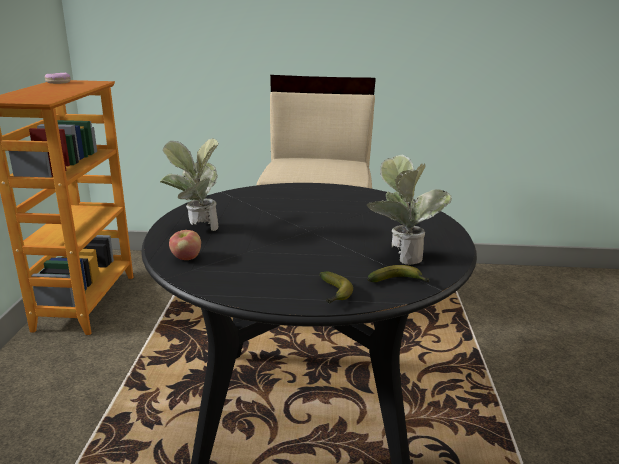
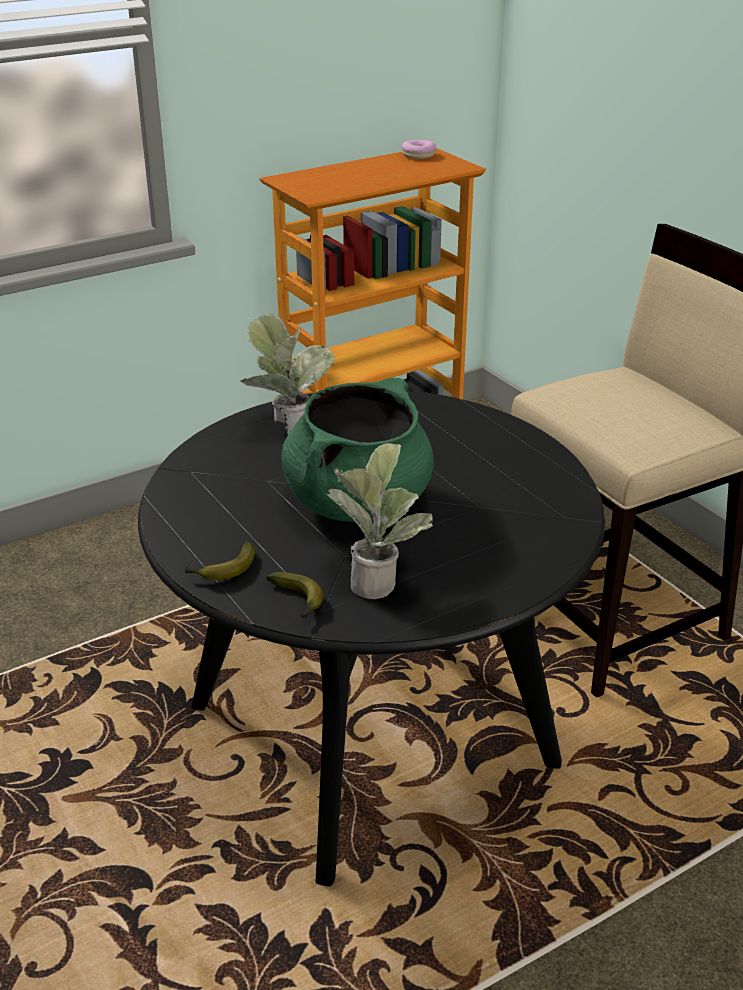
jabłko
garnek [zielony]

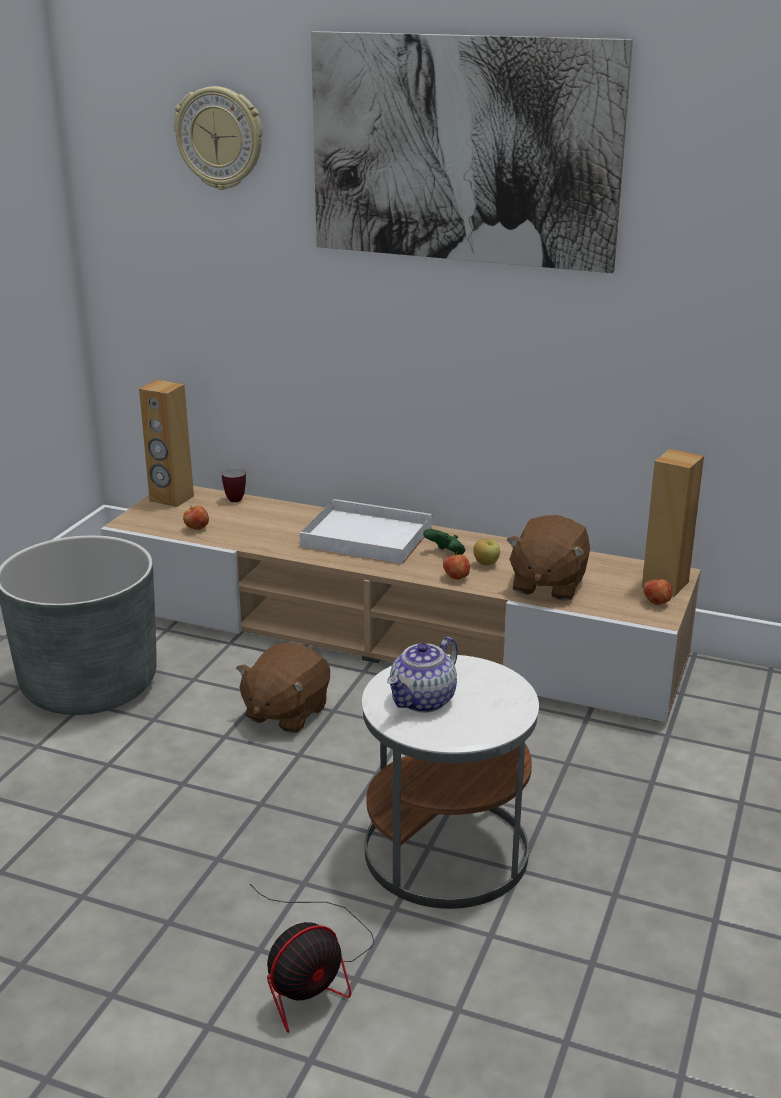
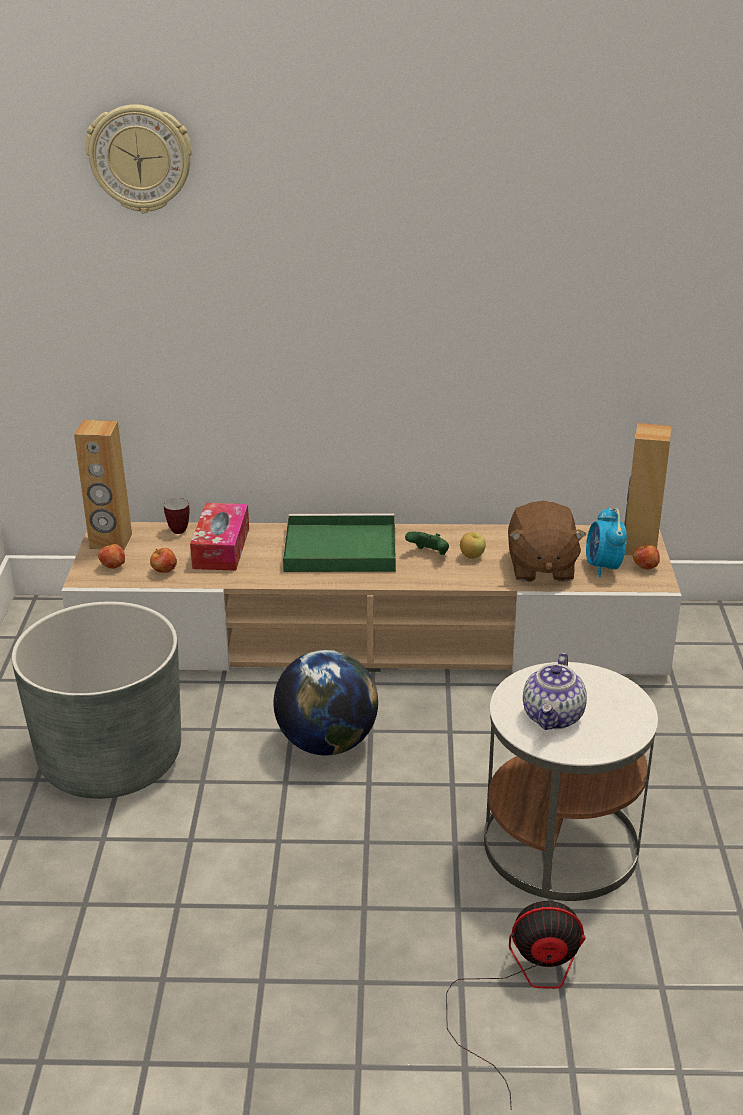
obraz
pudełko chusteczek
budzik
jabłko (no. 1 from left)
globus
taca [zielony]
wentylator

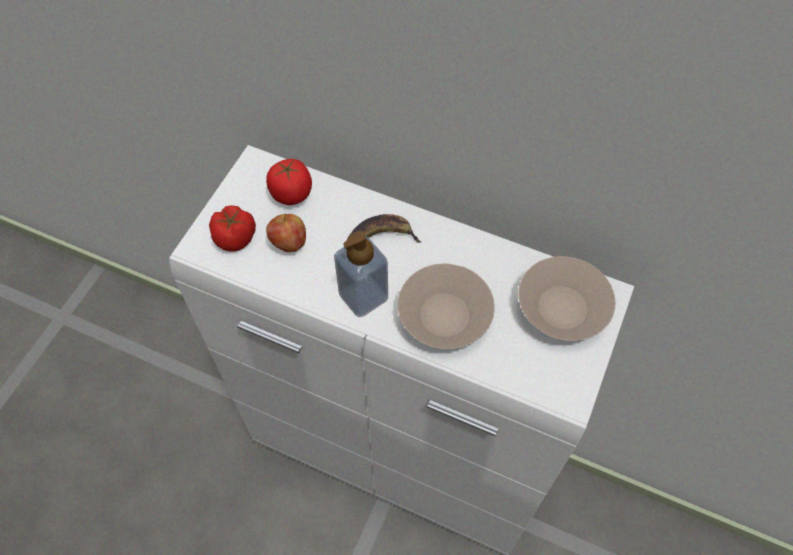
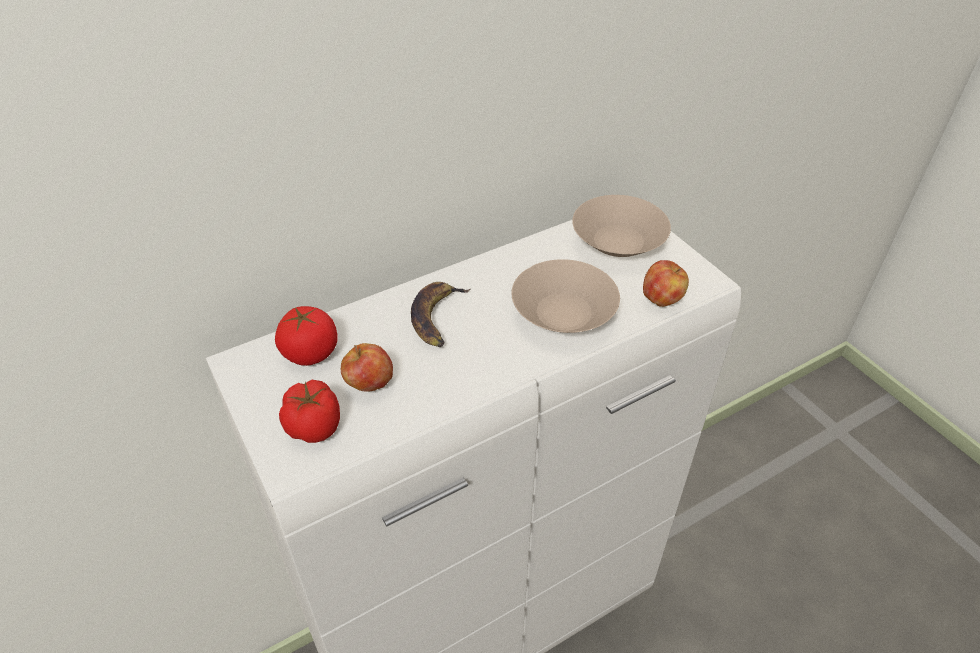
dozownik mydła
jabłko (no. 2 from left)

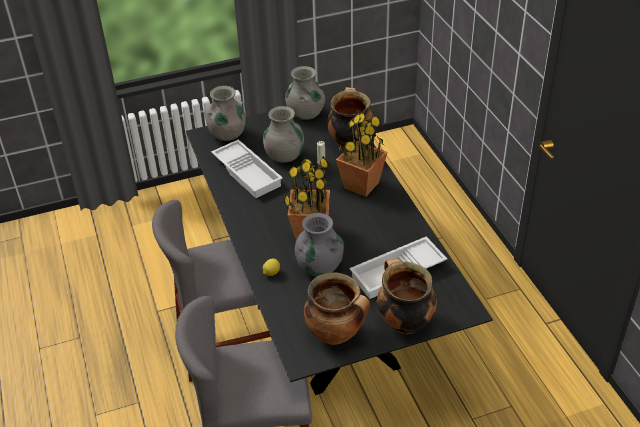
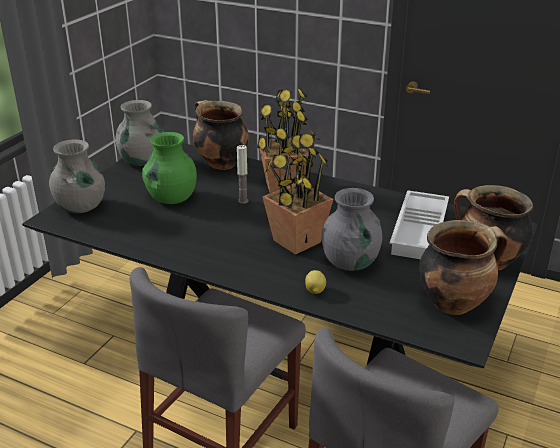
taca [biały] (no. 1 from left in the first image)
wazon [zielony]

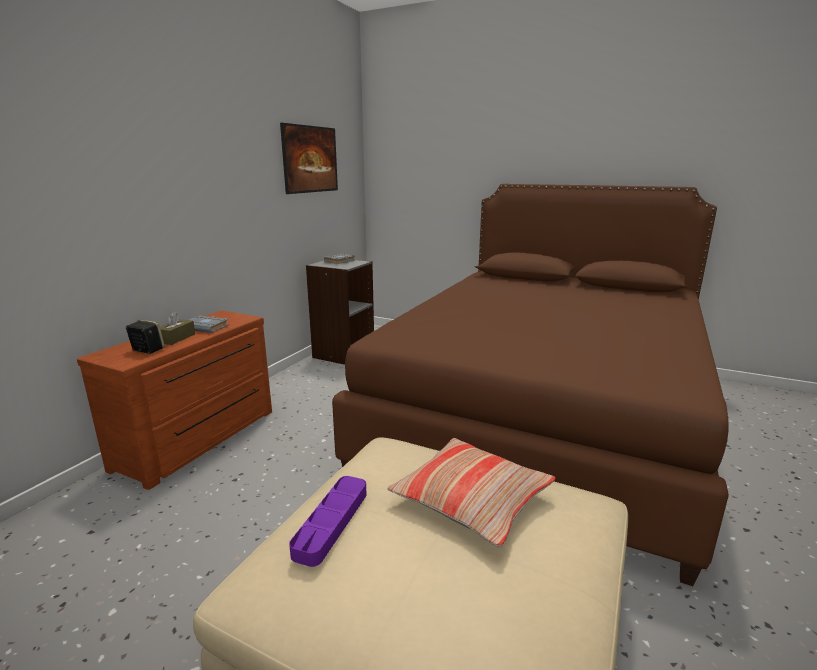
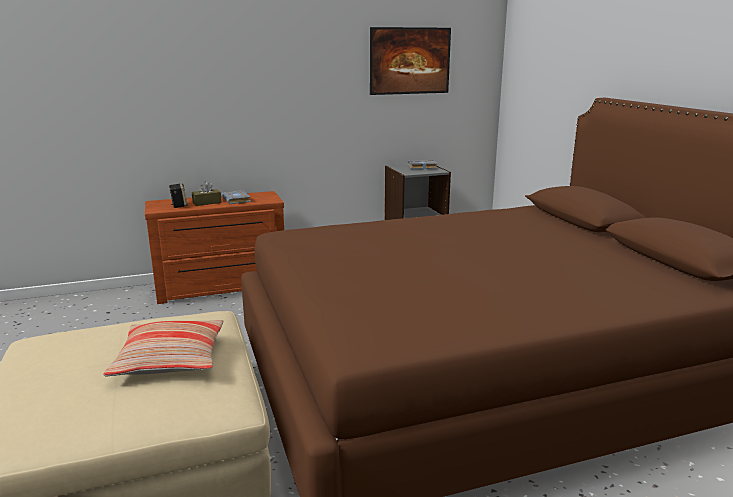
taca [fioletowy]

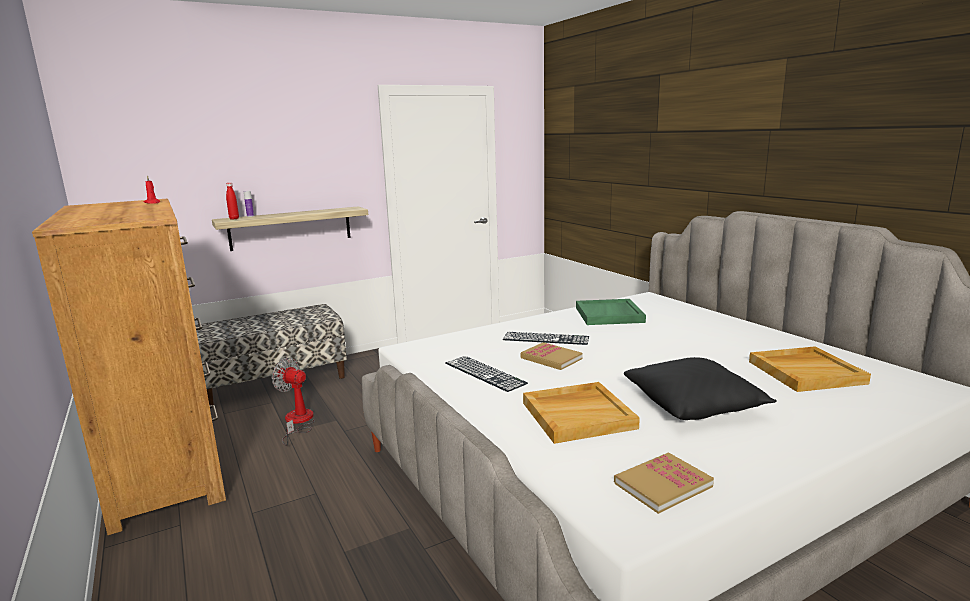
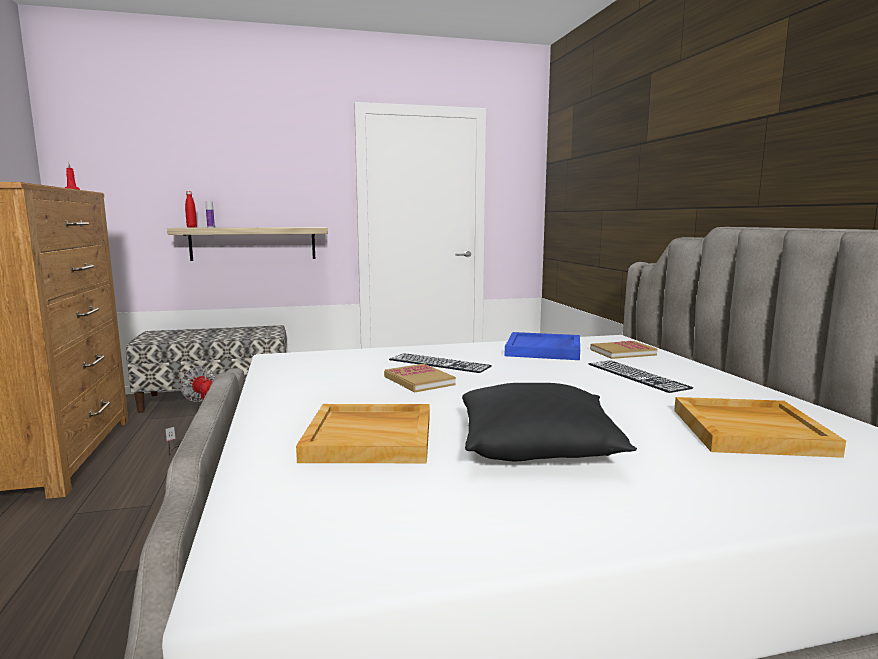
klawiatura (no. 2 from left)
książka (no. 2 from left)
taca [niebieski]

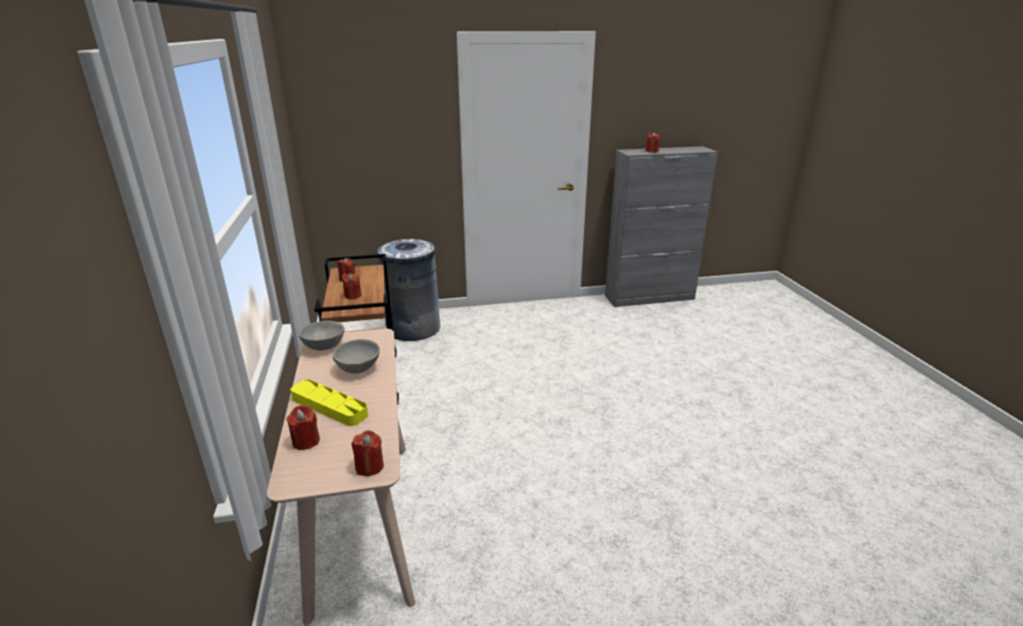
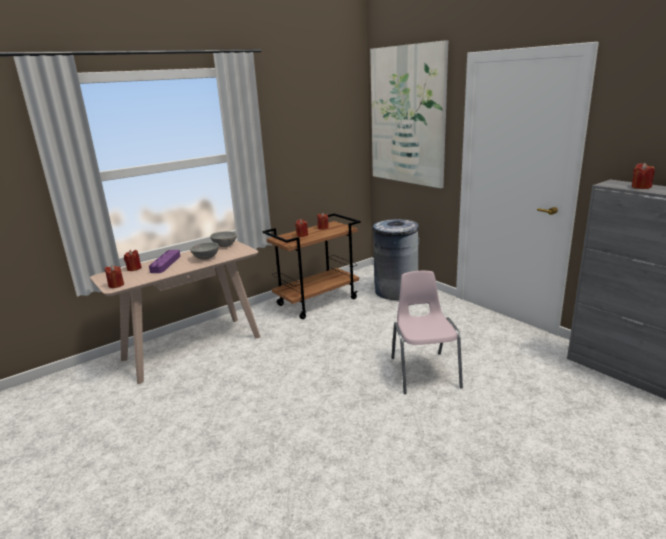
obraz
krzesło [różowy]
taca [fioletowy]

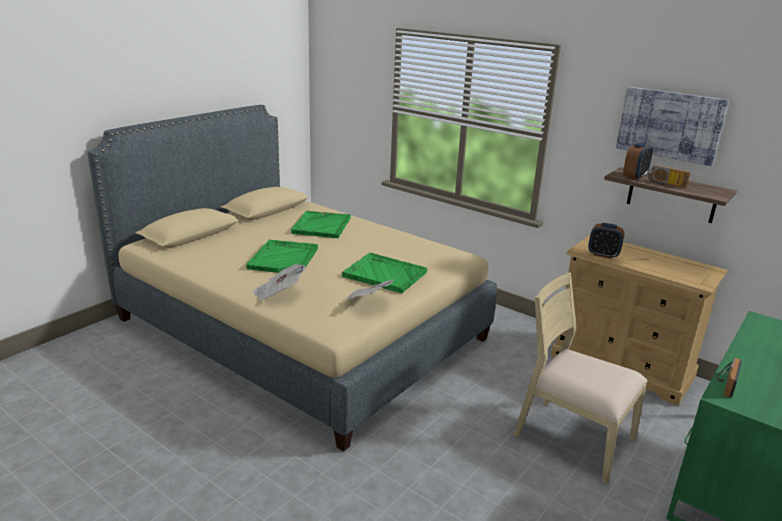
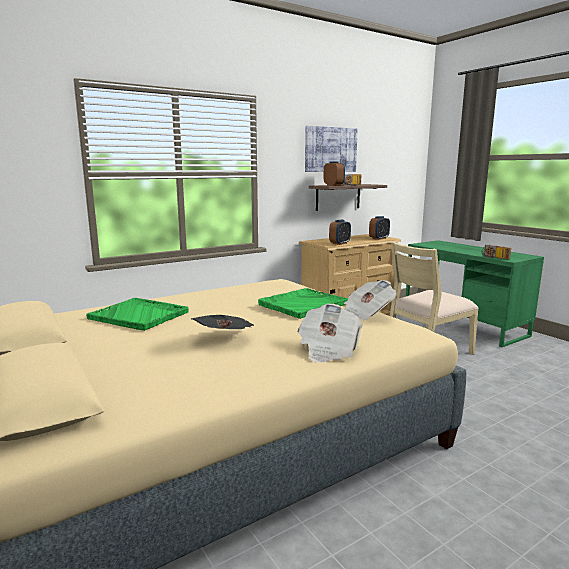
budzik (no. 3 from left)
gazeta (no. 1 from left)

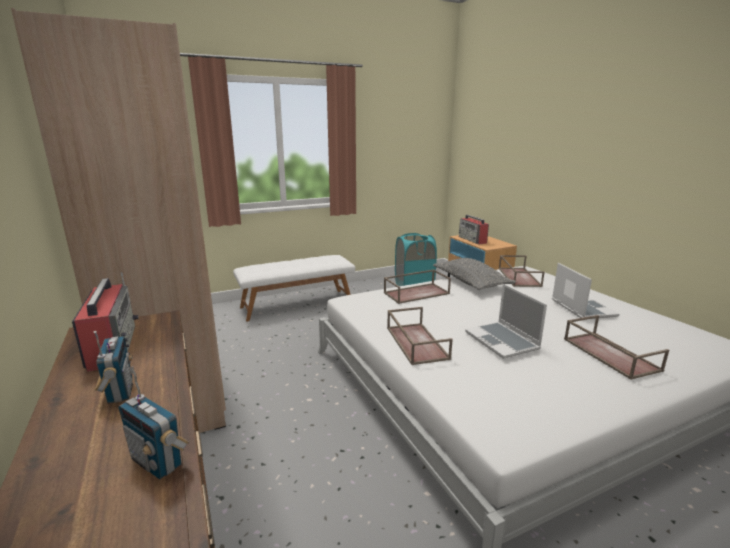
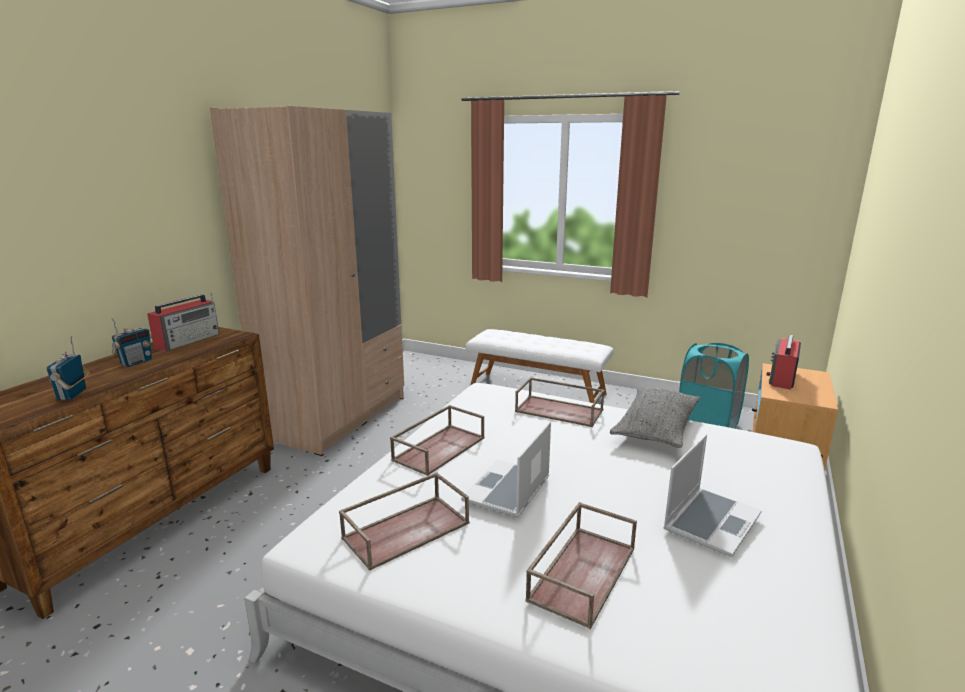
taca [brązowy] (no. 1 from left)

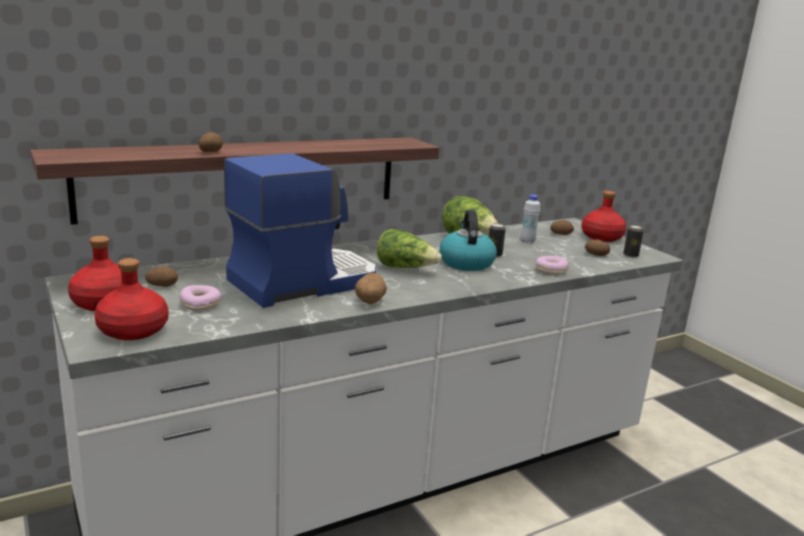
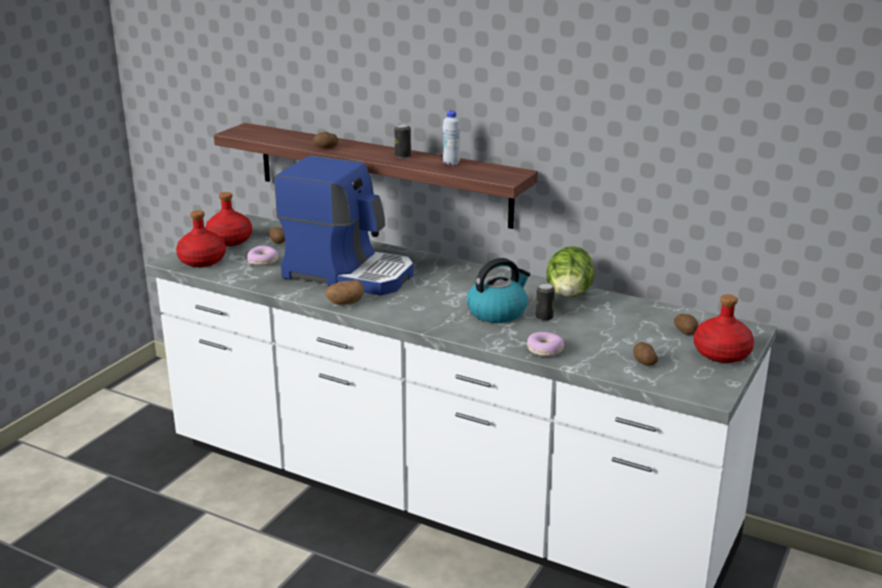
sałata (no. 1 from left in the first image)
butelka [biały]
puszka (no. 1 from left)

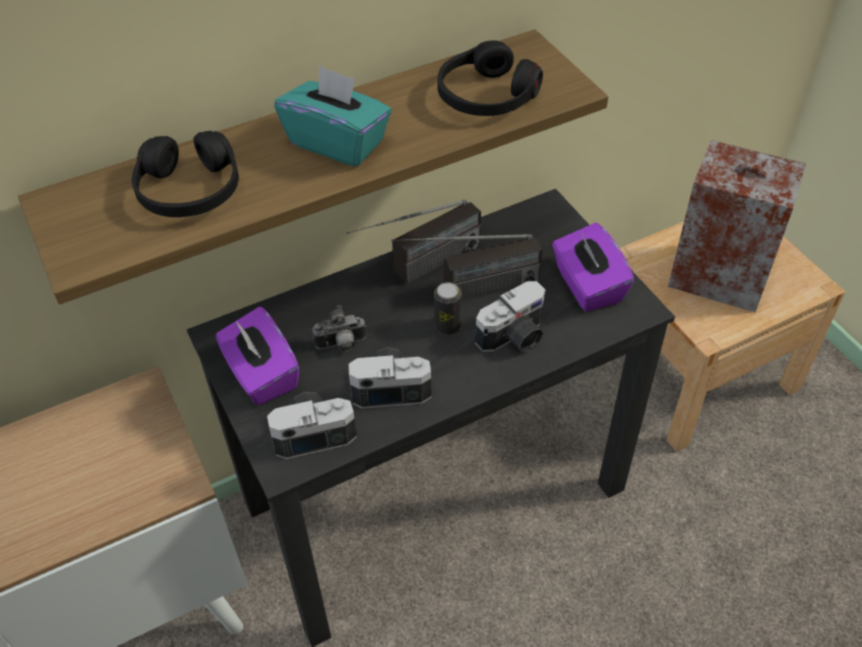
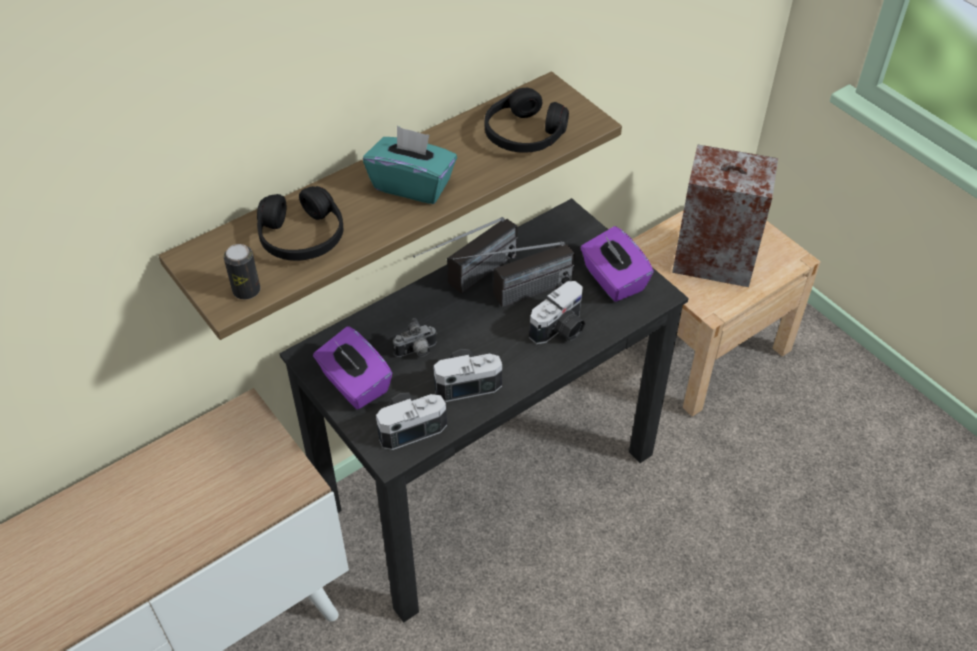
puszka

